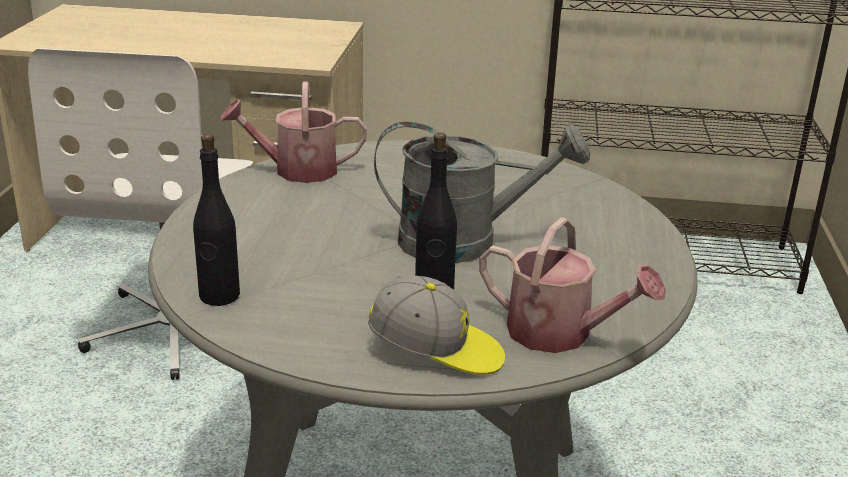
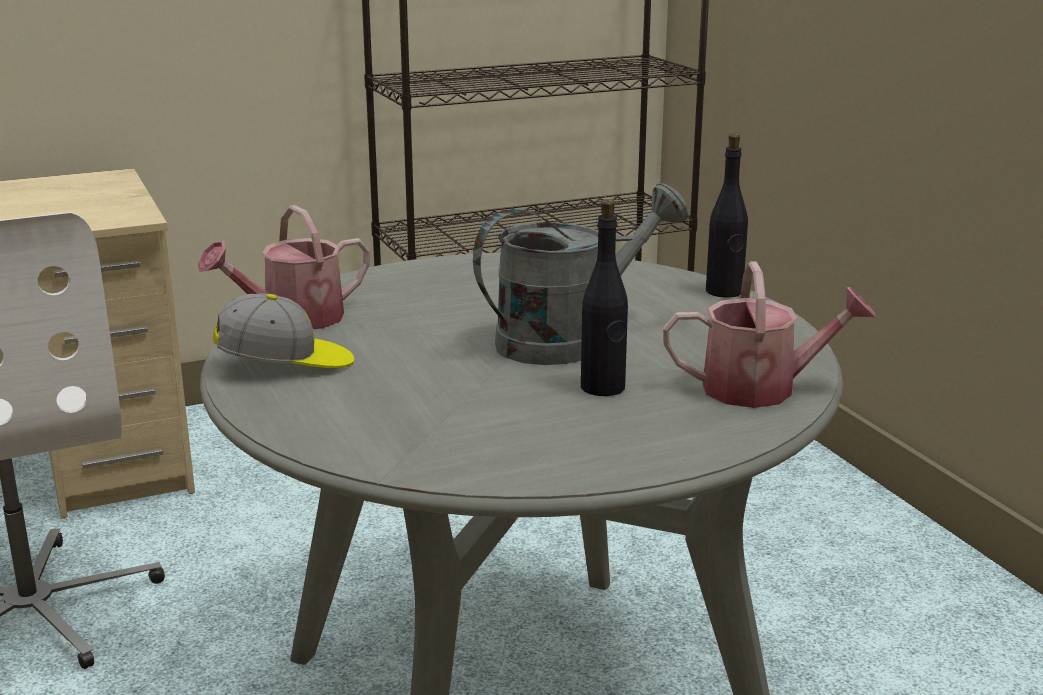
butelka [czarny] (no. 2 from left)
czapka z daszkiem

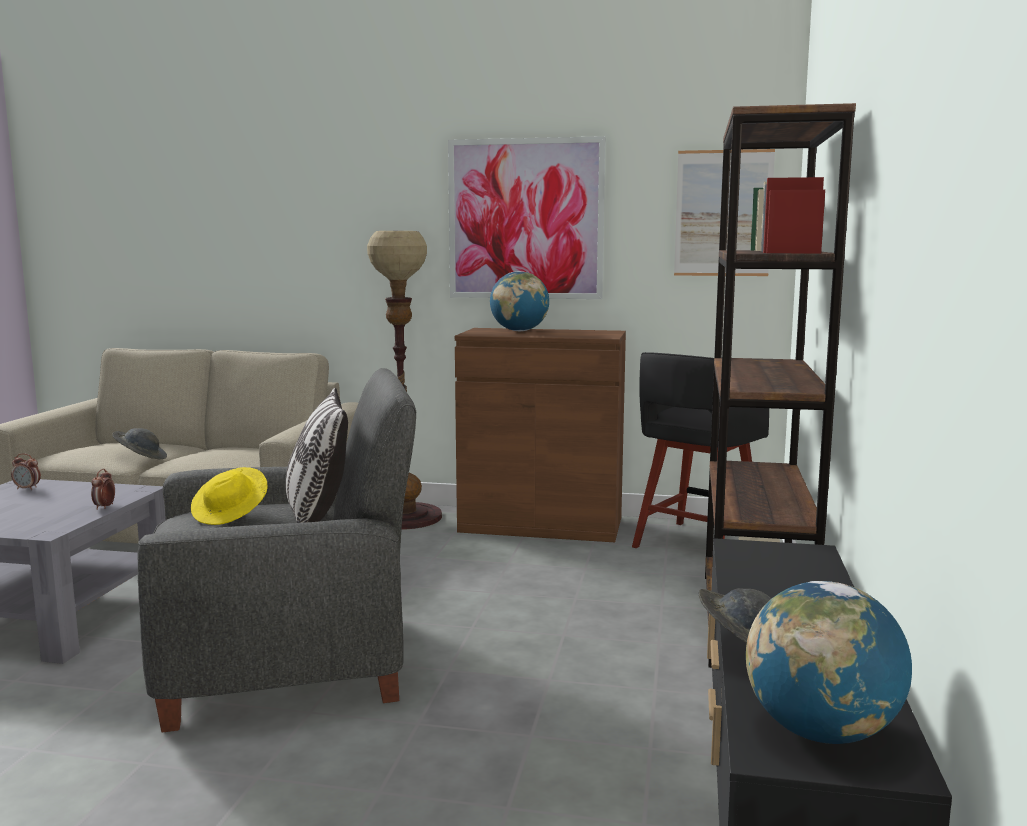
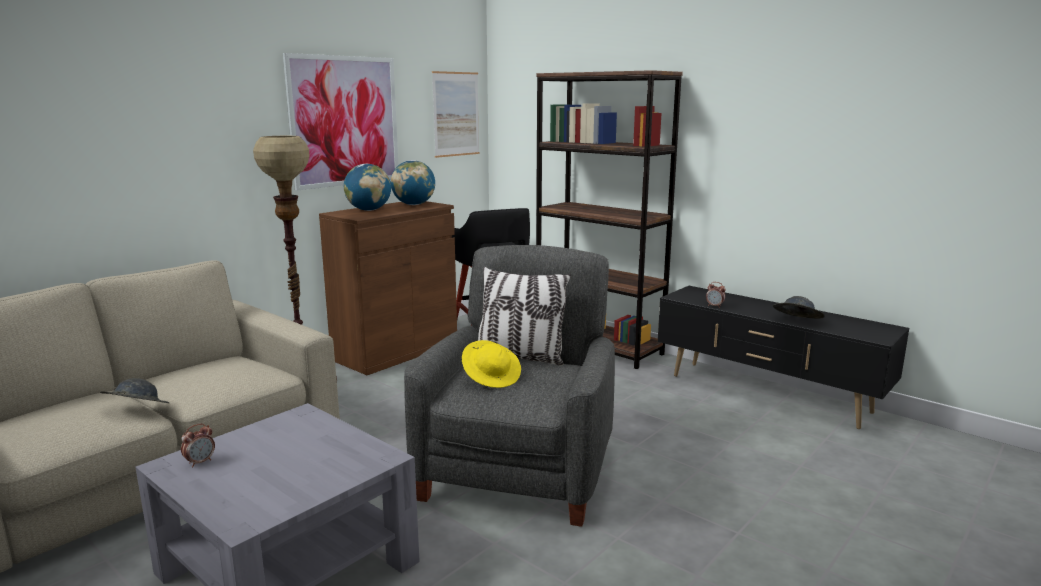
budzik (no. 2 from left)
globus (no. 2 from left)

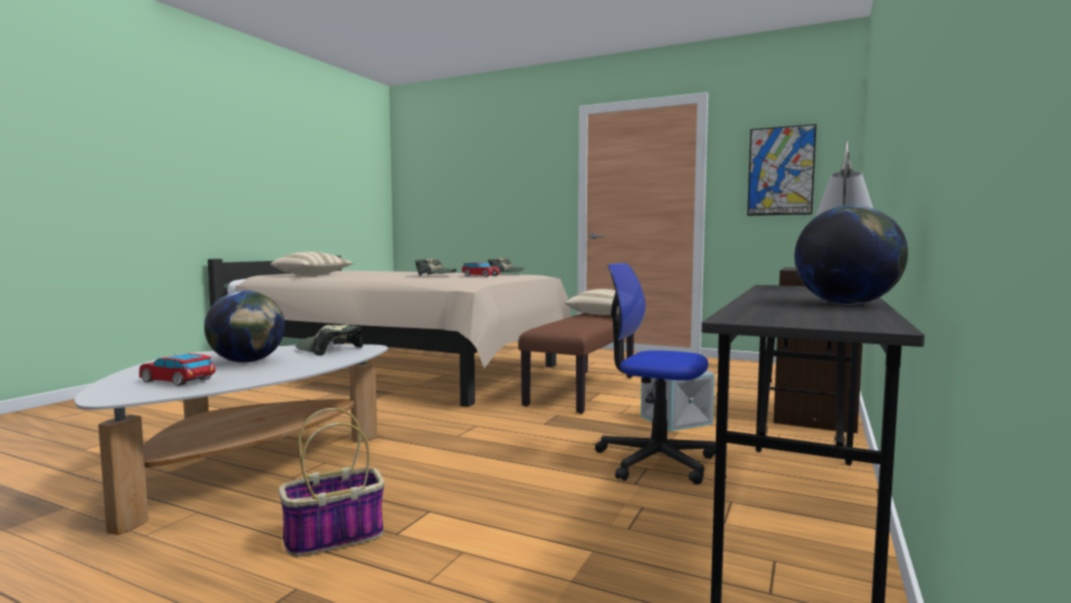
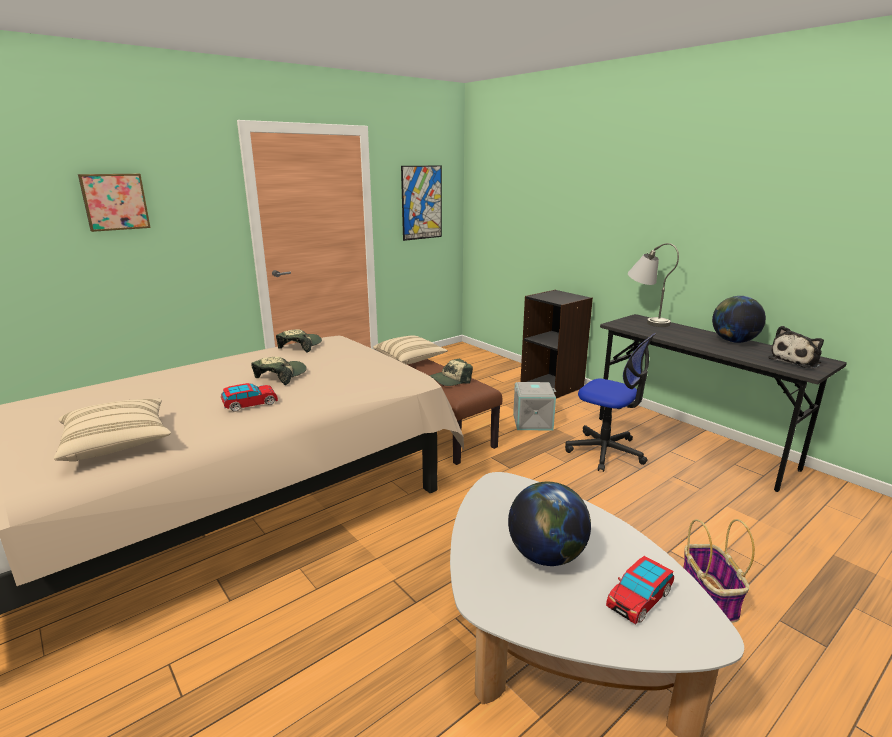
obraz (no. 1 from left)
pluszak
czapka z daszkiem (no. 3 from left)
samochodzik (no. 1 from left)
krzesło biurowe

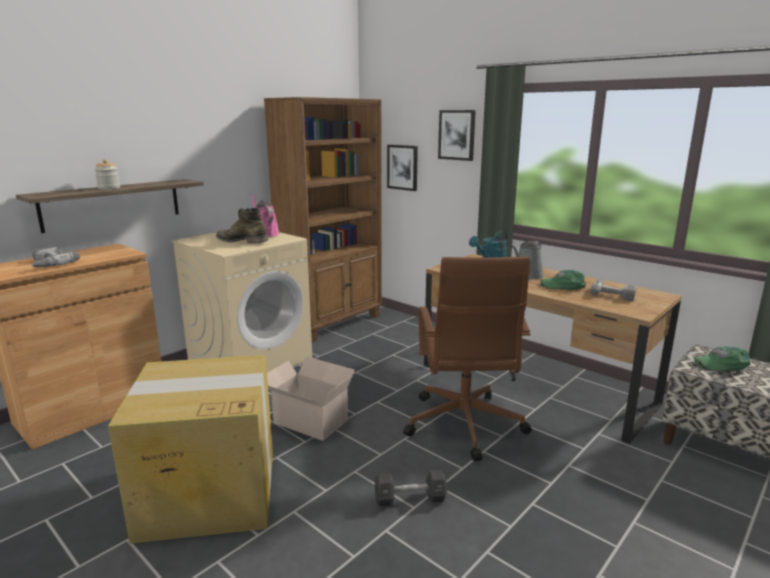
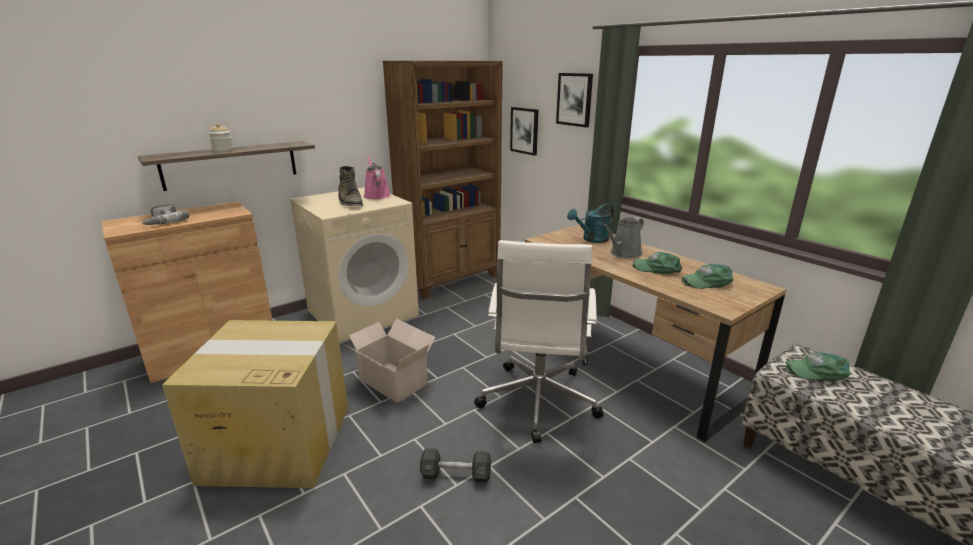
czapka z daszkiem [zielony] (no. 2 from left)
krzesło biurowe [biały]
but z cholewką [zielony]

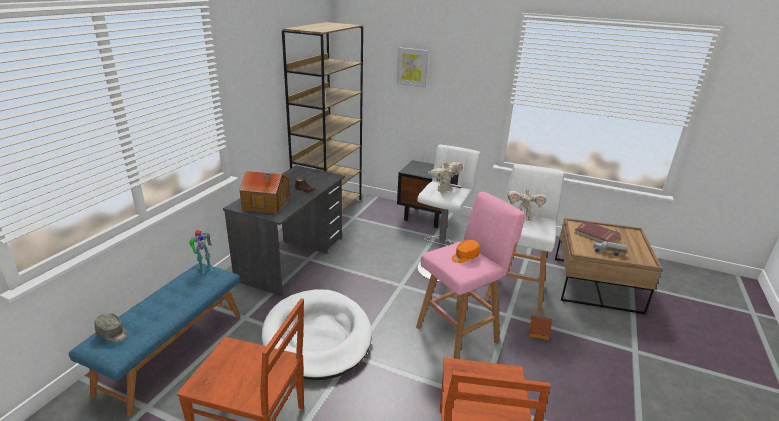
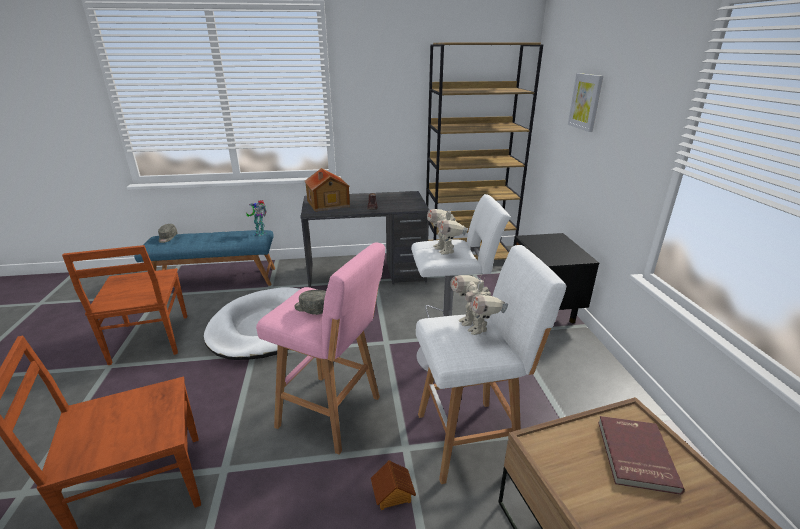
ciężarówka zabawkowa
czapka z daszkiem [szary] (no. 2 from left)
robot zabawkowy (no. 2 from left)

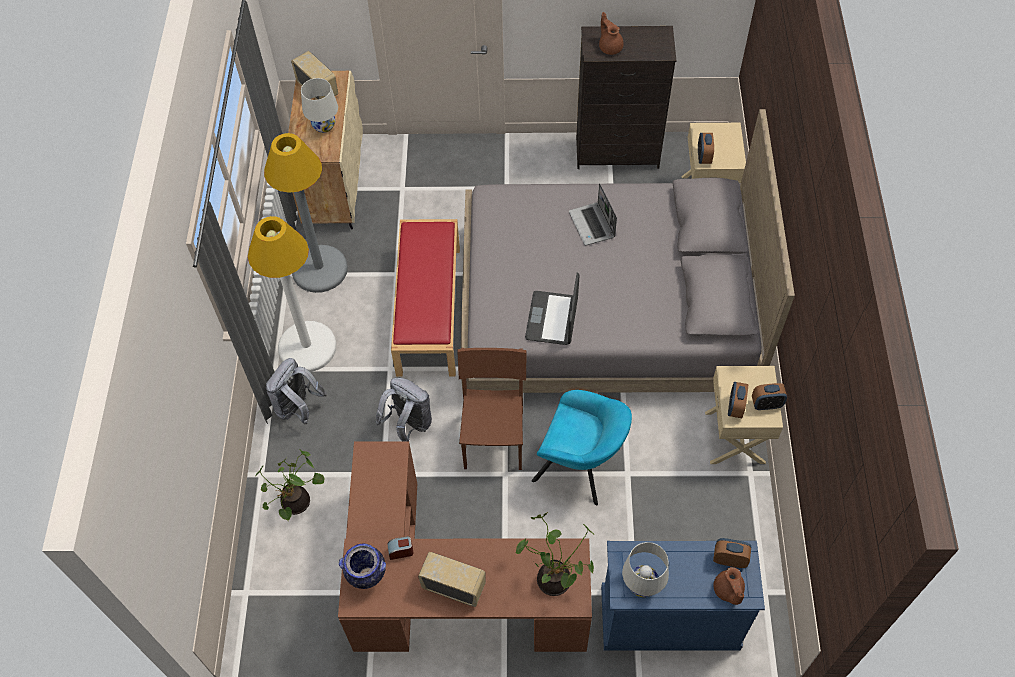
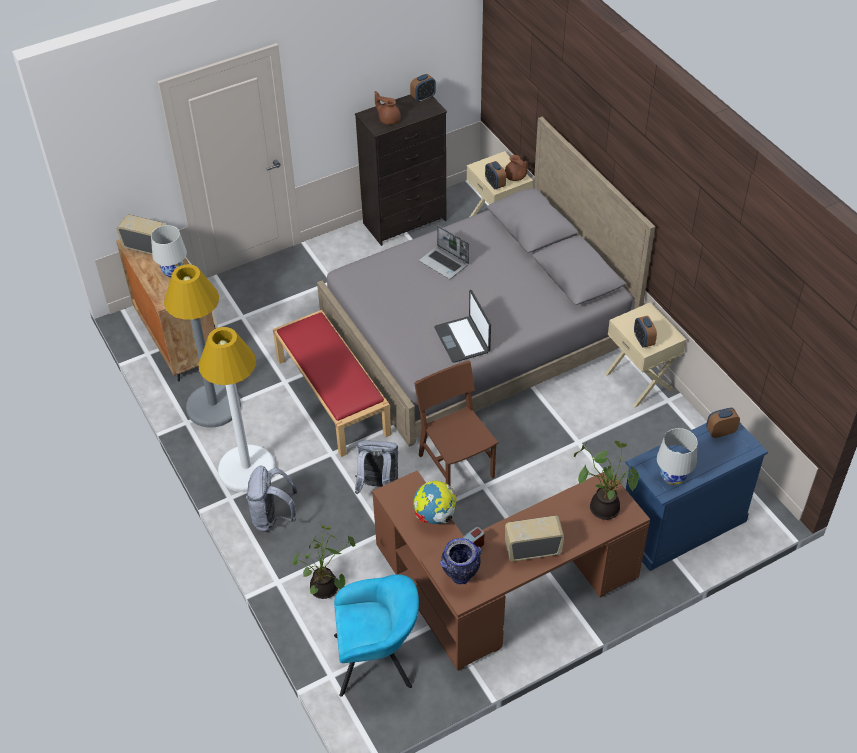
globus
fotel [turkusowy]
imbryk [brązowy] (no. 2 from left)
budzik (no. 1 from left)

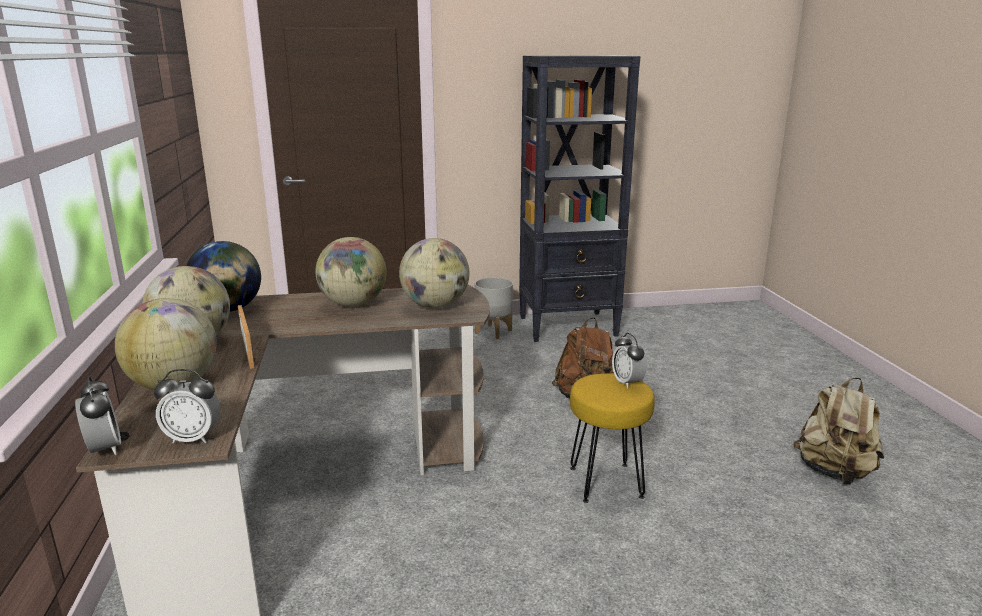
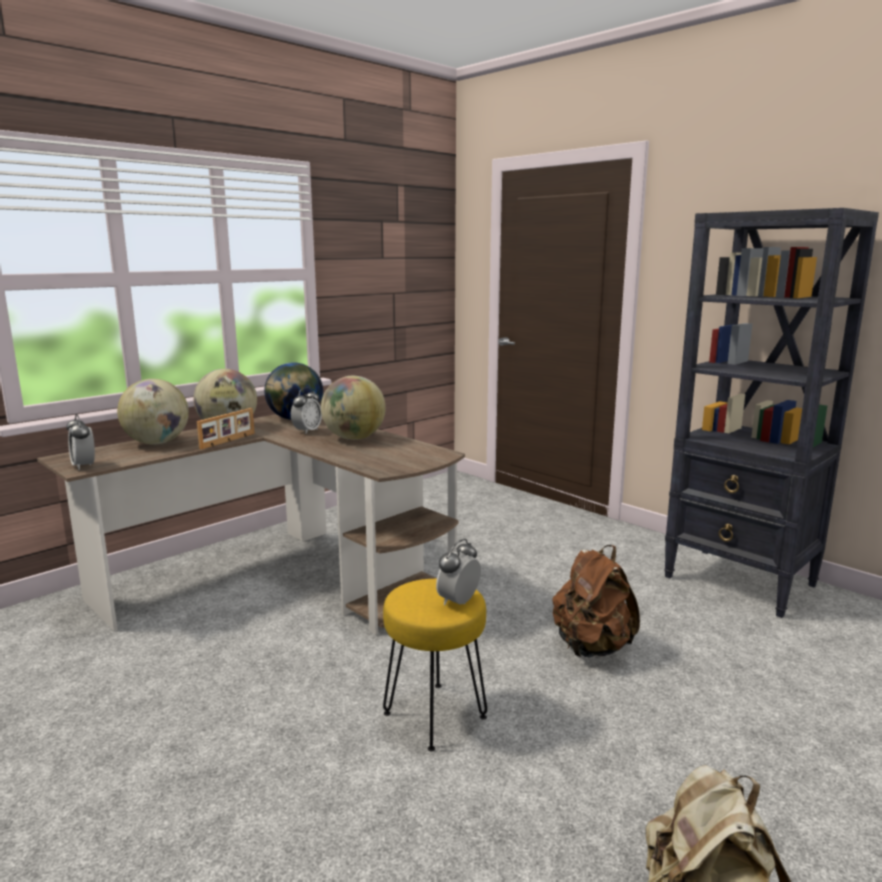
globus (no. 5 from left in the first image)
donica [szary]
budzik (no. 2 from left)

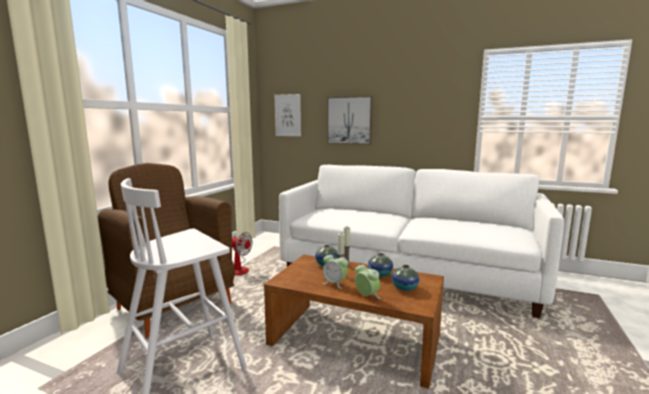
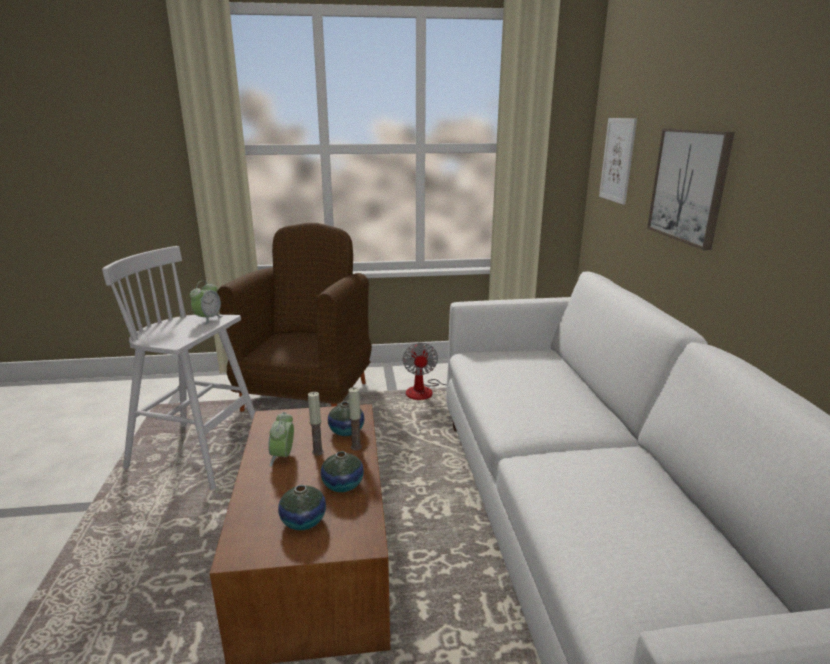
budzik (no. 1 from left)

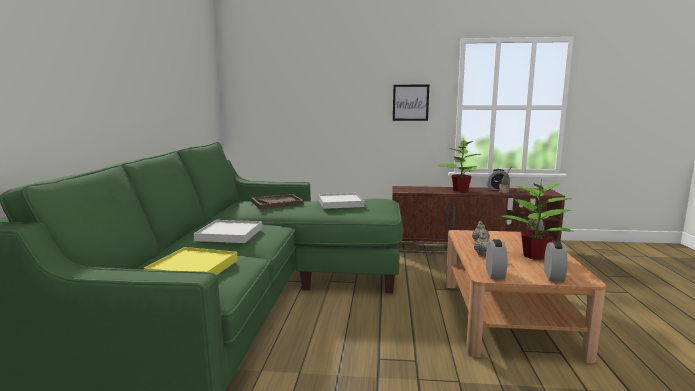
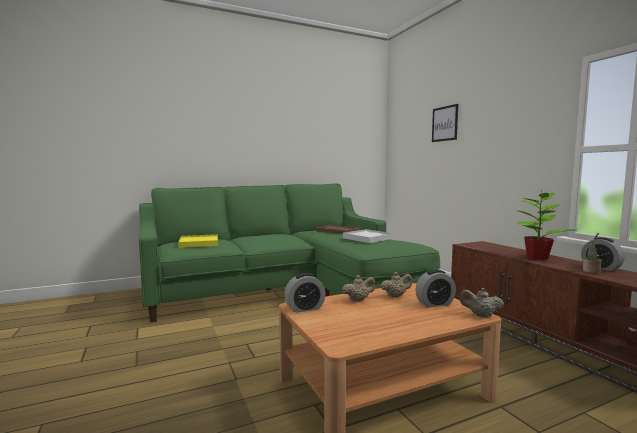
taca [biały] (no. 1 from left in the first image)
roślina doniczkowa (no. 3 from left in the first image)
obraz
budzik (no. 2 from left)

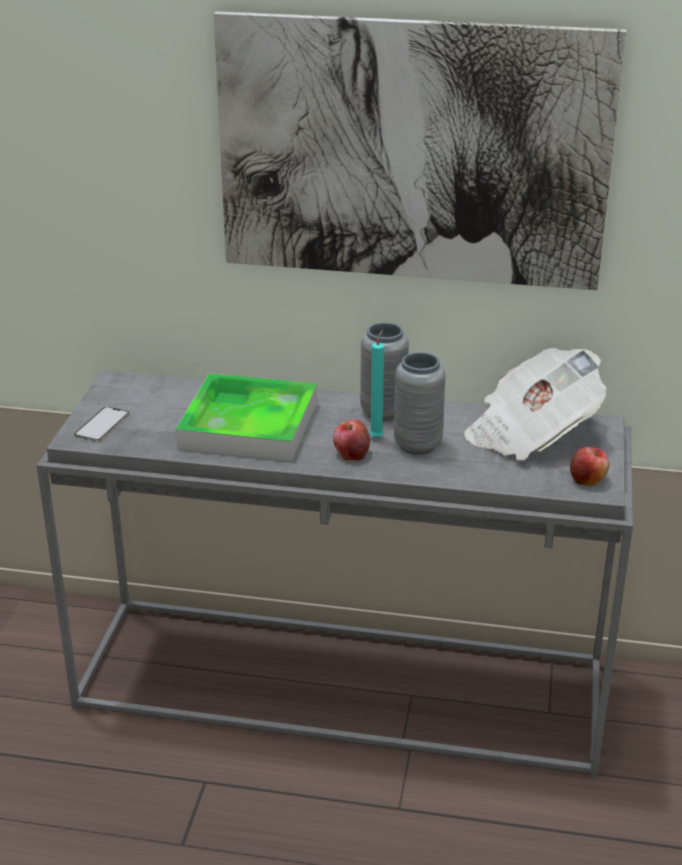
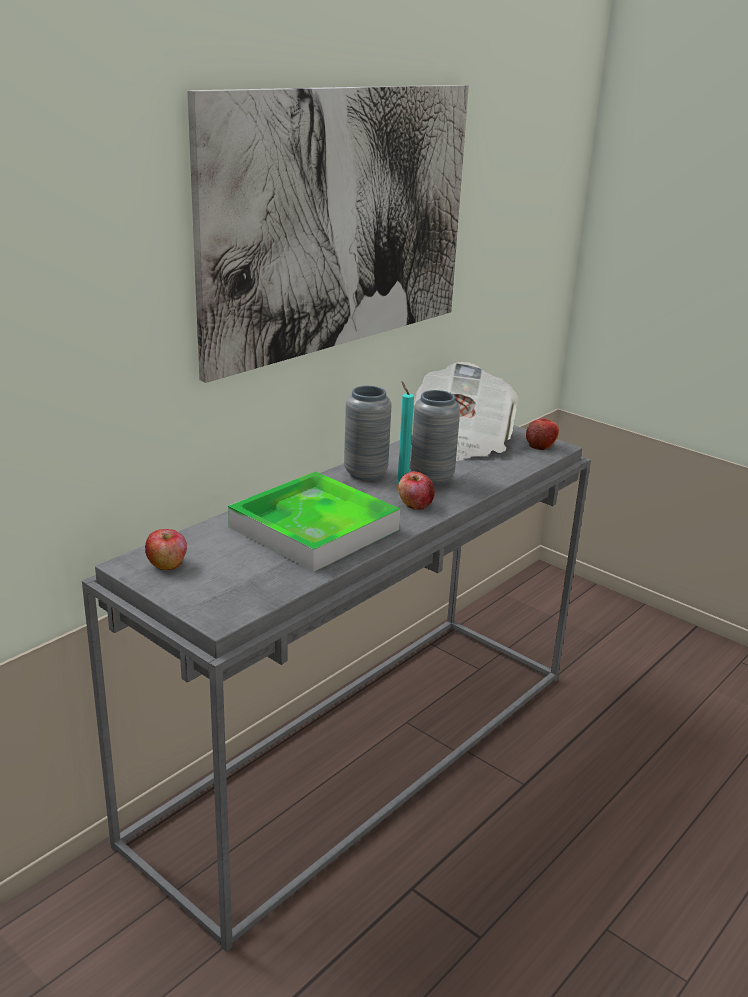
telefon
jabłko (no. 1 from left)

